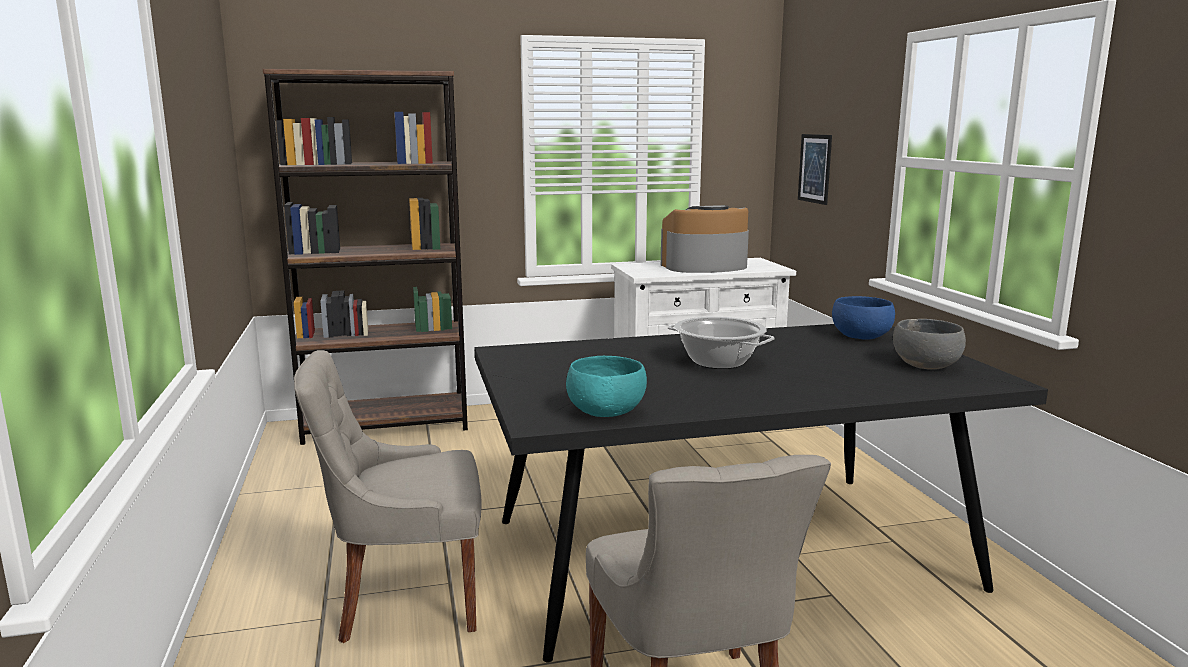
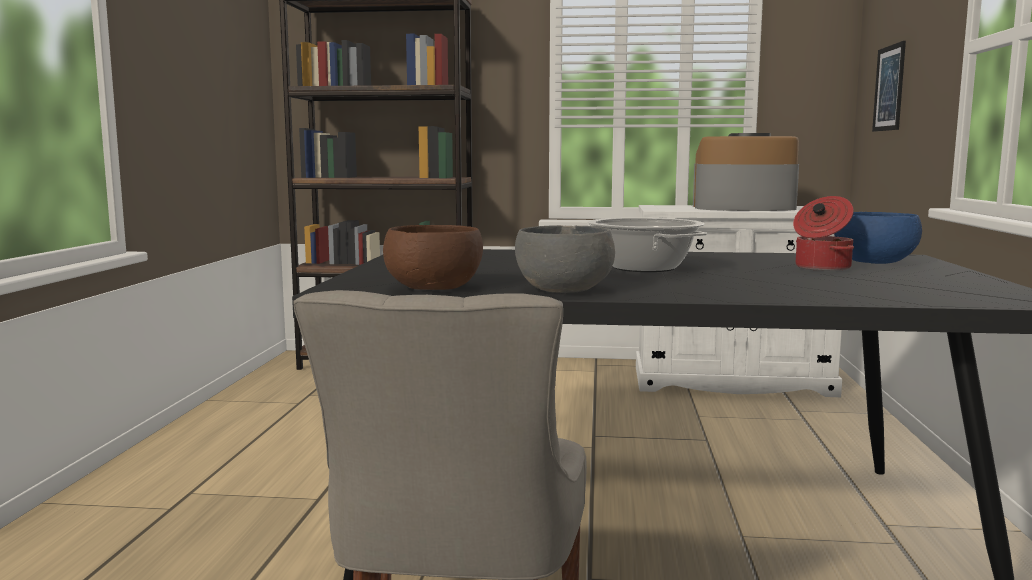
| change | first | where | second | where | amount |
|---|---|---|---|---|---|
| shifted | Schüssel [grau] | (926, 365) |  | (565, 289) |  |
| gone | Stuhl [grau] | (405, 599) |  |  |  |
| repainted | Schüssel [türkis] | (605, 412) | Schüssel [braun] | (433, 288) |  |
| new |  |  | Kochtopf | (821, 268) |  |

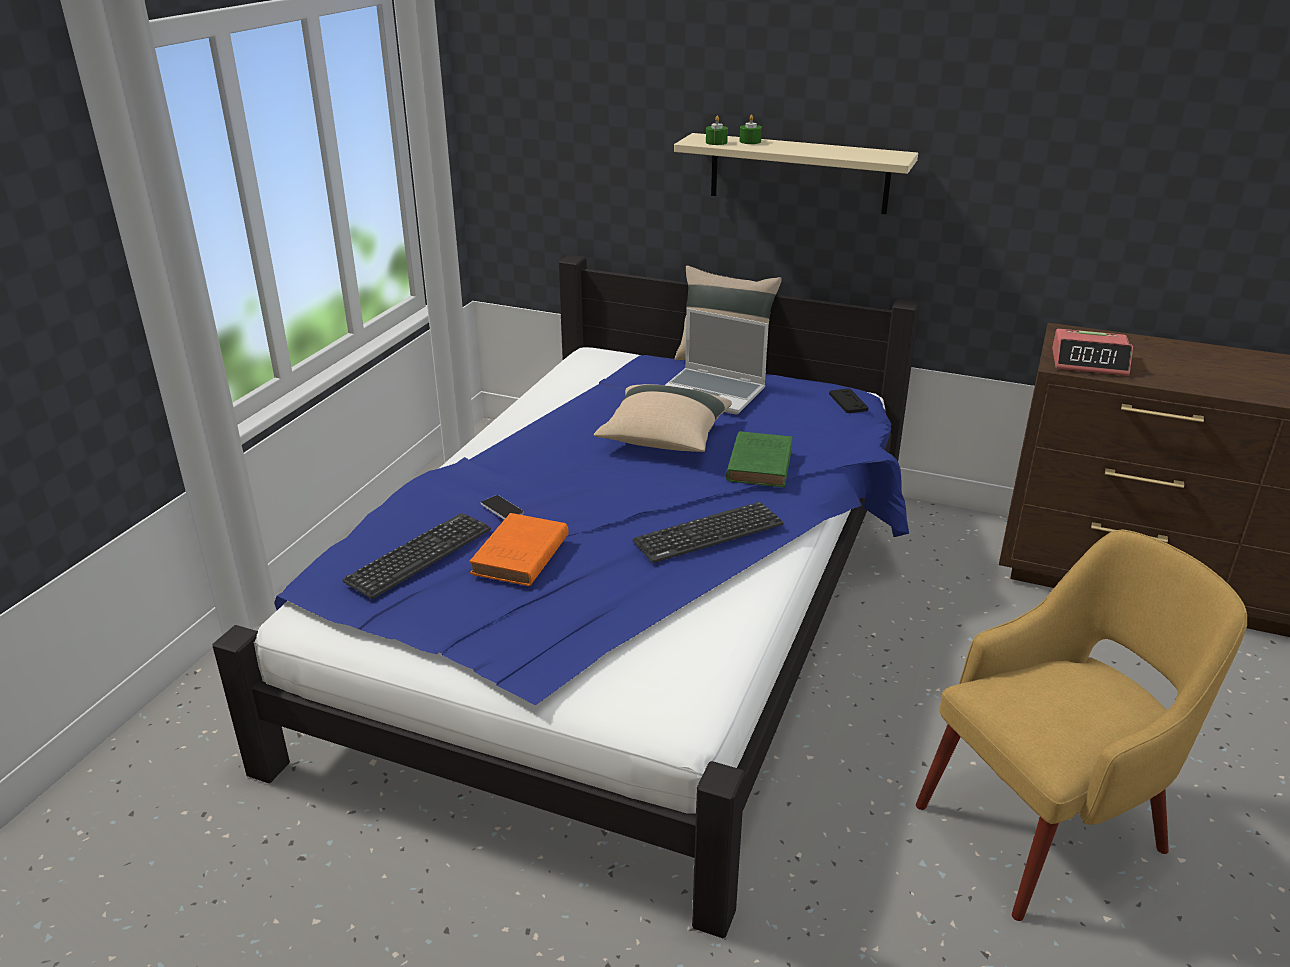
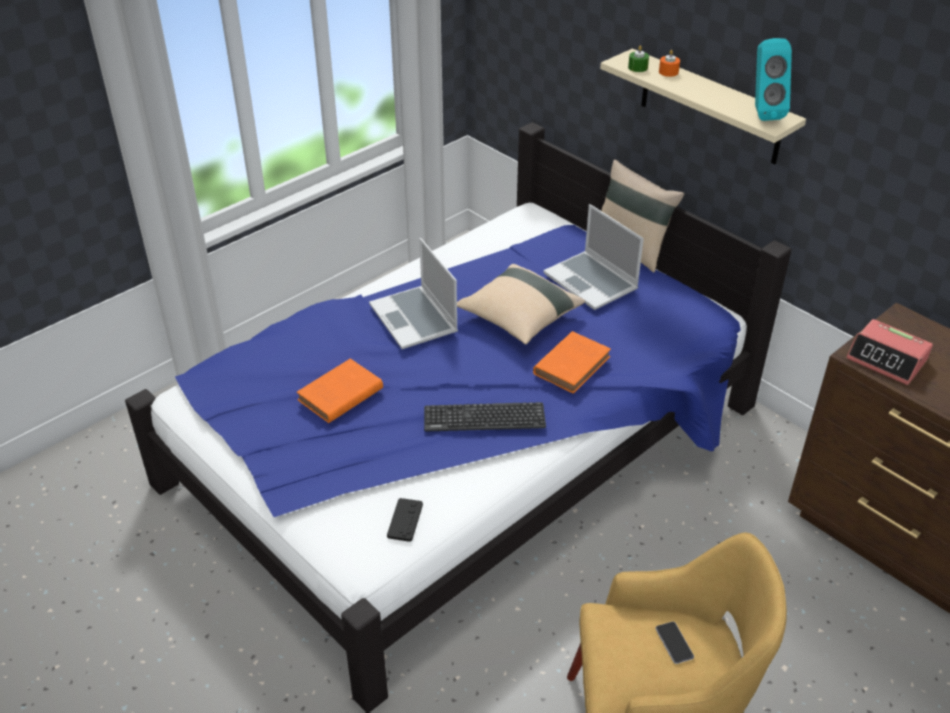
| change | first | where | second | where | amount |
|---|---|---|---|---|---|
| repainted | Kerze [grün] | (750, 141) | Kerze [orange] | (668, 72) |  |
| shifted | Gamepad [schwarz] | (848, 402) |  | (405, 520) |  |
| repainted | Buch [grün] | (760, 463) | Buch [orange] | (573, 364) |  |
| shifted | Handy | (502, 509) |  | (674, 643) |  |
| gone | Tastatur | (419, 555) |  |  |  |
| new |  |  | Lautsprecher [türkis] | (762, 113) |  |
| new |  |  | Laptop | (415, 319) |  |

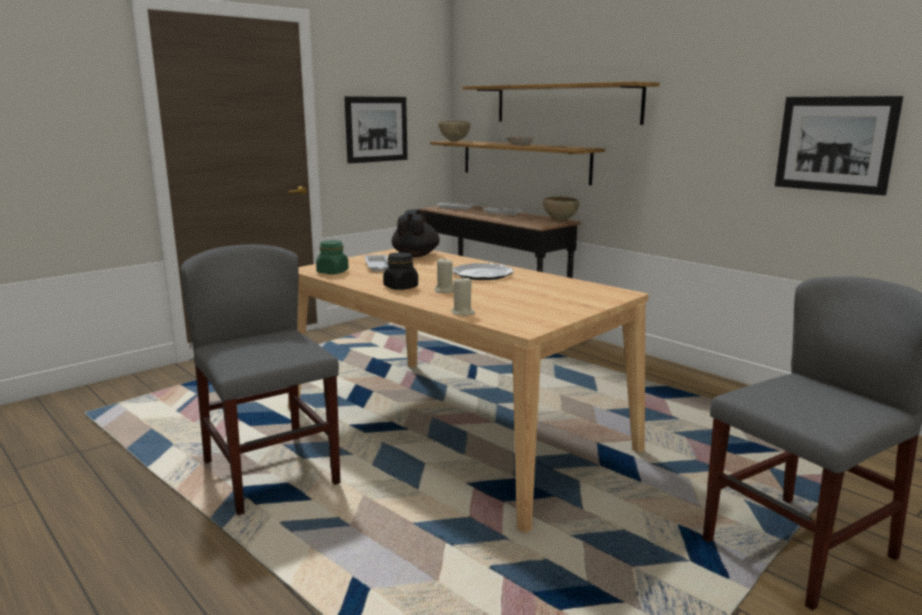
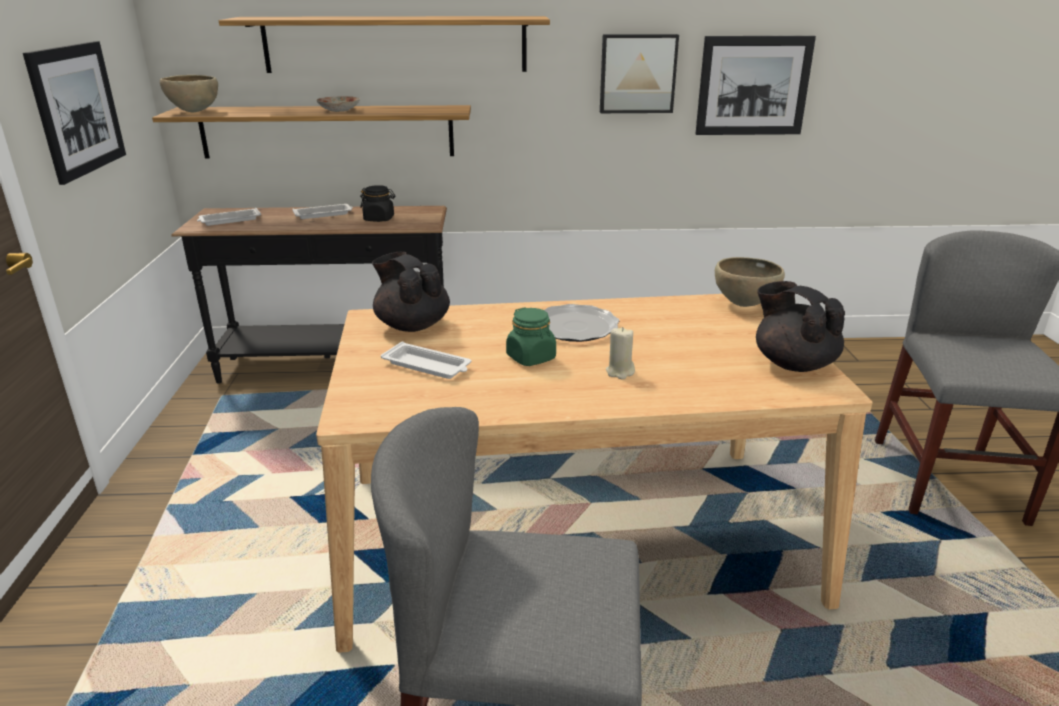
| change | first | where | second | where | amount |
|---|---|---|---|---|---|
| shifted | Schüssel [braun] | (560, 220) |  | (744, 305) |  |
| shifted | Vorratsglas [grün] | (332, 272) |  | (531, 358) |  |
| shifted | Vorratsglas [schwarz] | (401, 287) |  | (379, 219) |  |
| gone | Kerze [beige] | (463, 313) |  |  |  |
| new |  |  | Bild | (637, 73) |  |
| new |  |  | Teekanne [schwarz] | (793, 363) |  |

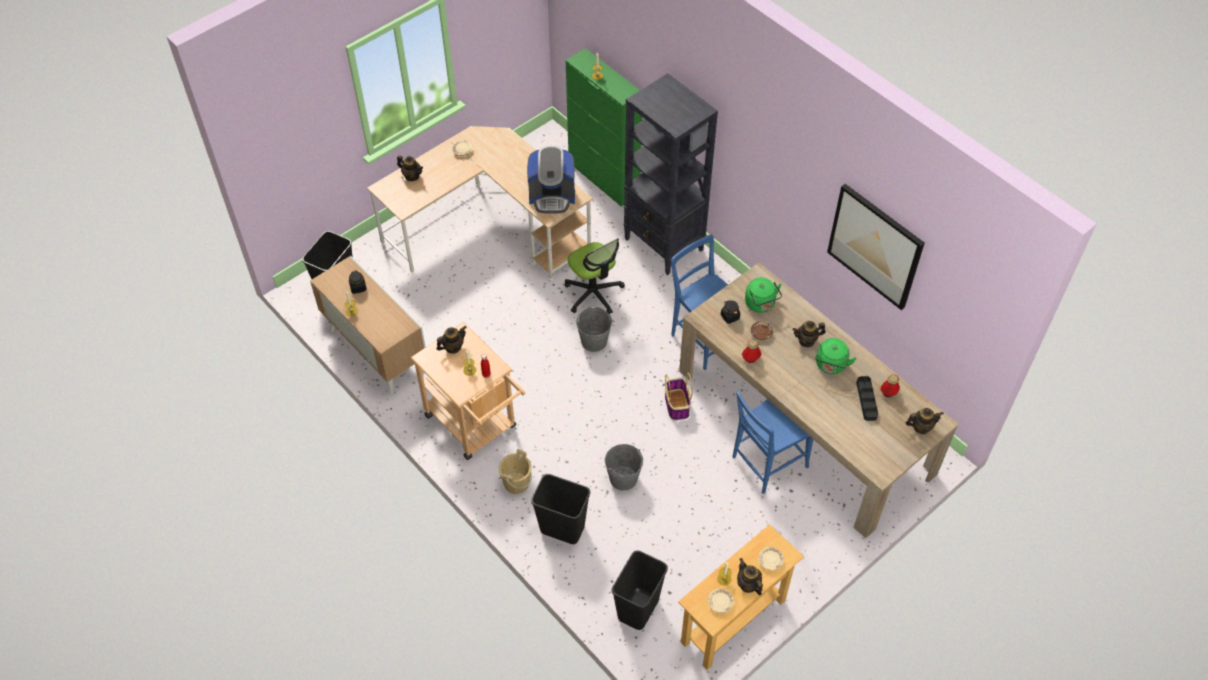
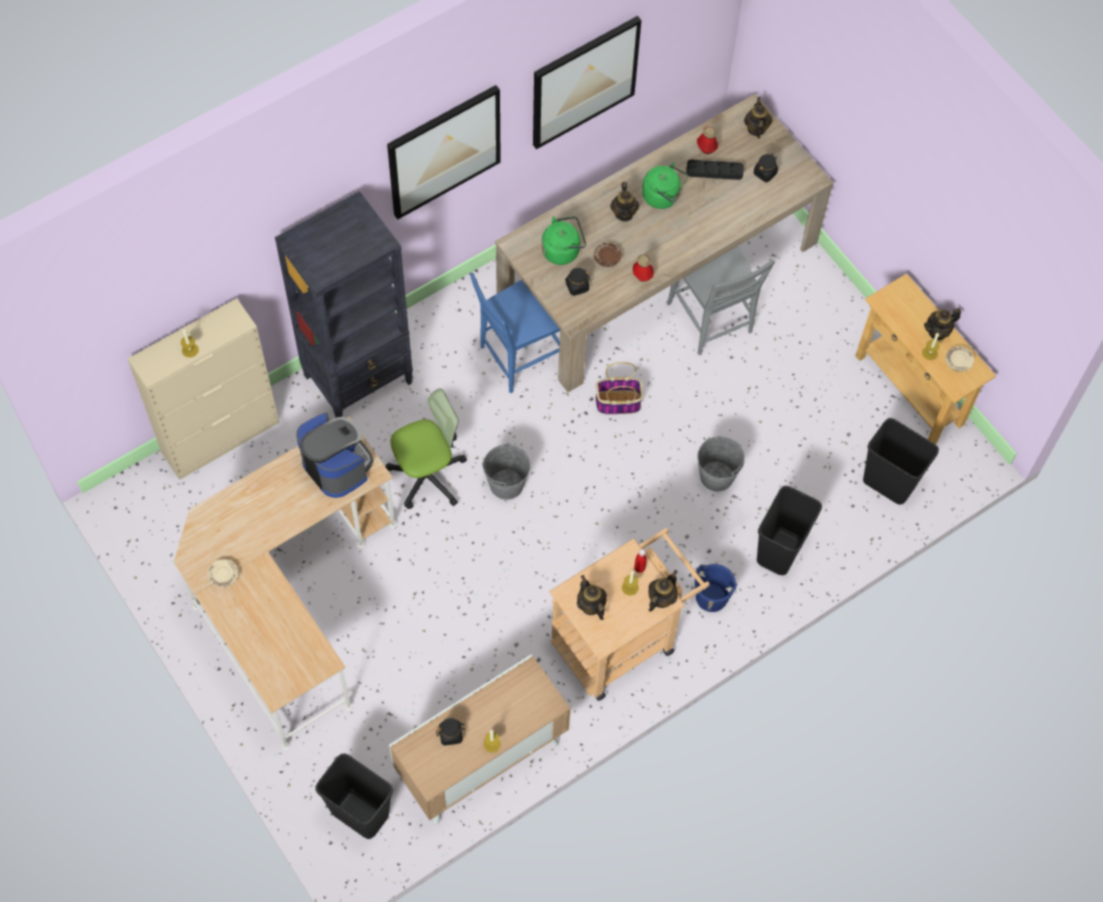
| change | first | where | second | where | amount |
|---|---|---|---|---|---|
| repainted | Schrank [grün] | (604, 178) | Schrank [beige] | (221, 437) |  |
| rotated | Kaffeemaschine | (552, 196) |  | (337, 466) | 45 degrees counterclockwise |
| shifted | Teekanne | (412, 176) |  | (661, 598) |  |
| repainted | Stuhl [blau] | (766, 463) | Stuhl [grau] | (711, 321) |  |
| repainted | Eimer [beige] | (516, 483) | Eimer [blau] | (711, 597) |  |
| gone | Teller [beige] | (770, 561) |  |  |  |
| new |  |  | Bild | (444, 151) |  |
| new |  |  | Vorratsglas [schwarz] | (765, 173) |  |

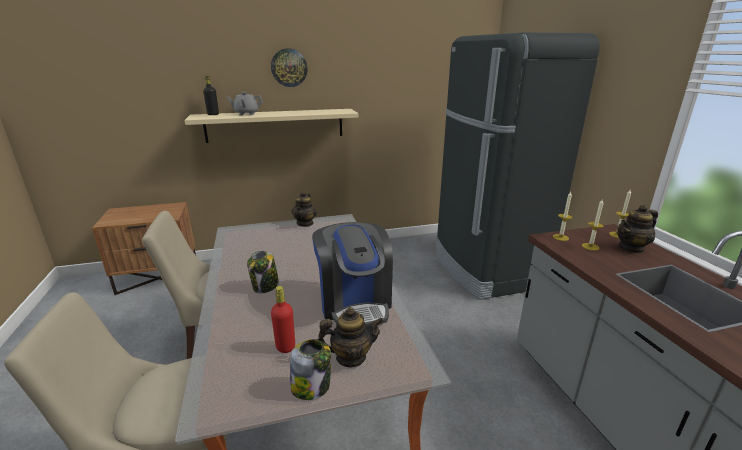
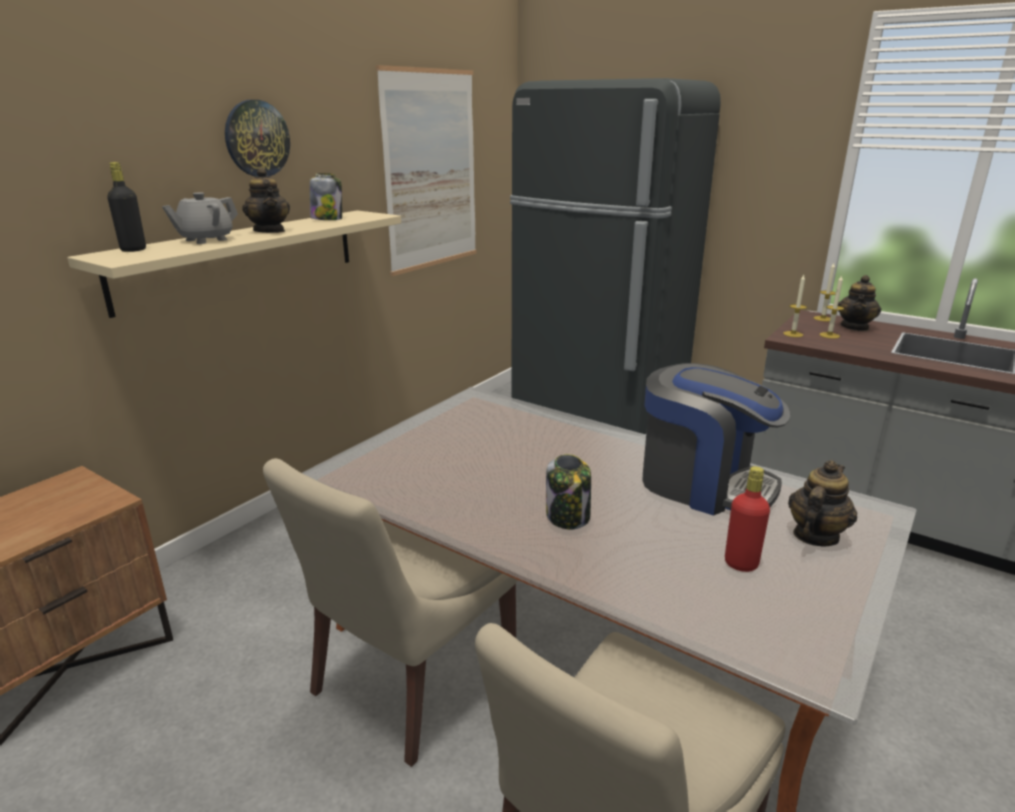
| change | first | where | second | where | amount |
|---|---|---|---|---|---|
| shifted | Teekanne | (305, 223) |  | (270, 231) |  |
| shifted | Vorratsglas | (311, 386) |  | (327, 219) |  |
| new |  |  | Bild | (431, 171) |  |

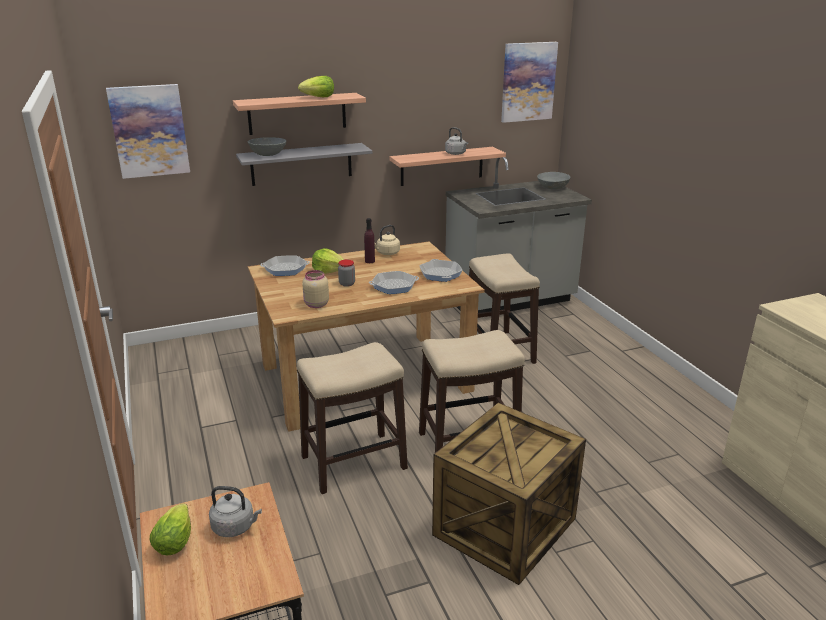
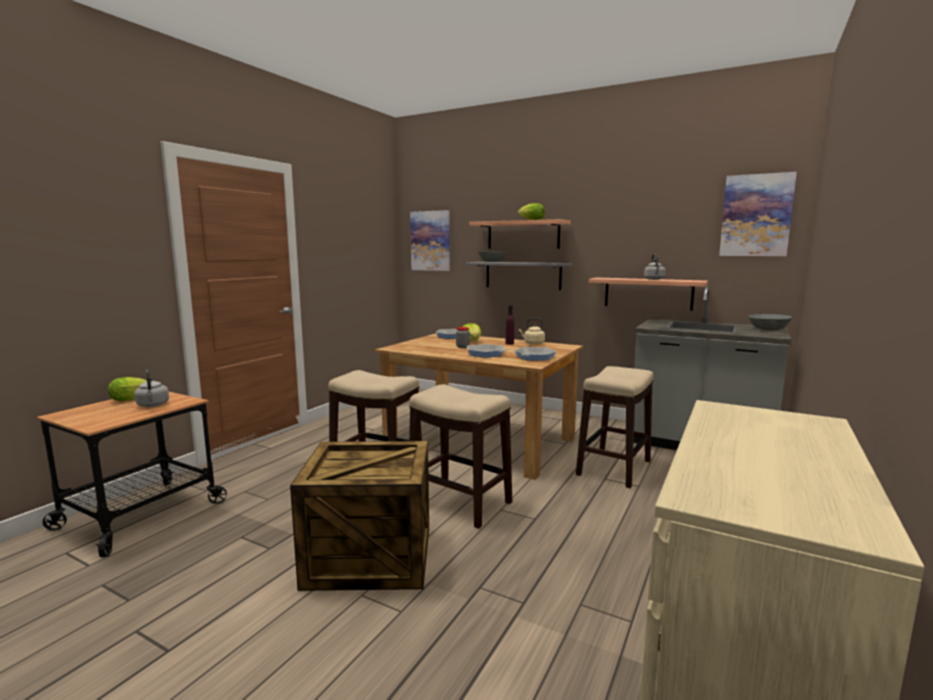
| change | first | where | second | where | amount |
|---|---|---|---|---|---|
| gone | Vorratsglas [beige] | (315, 305) |  |  |  |

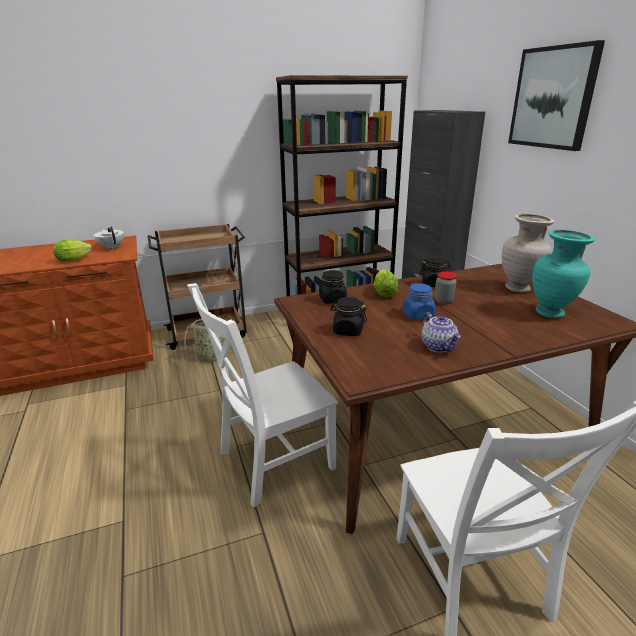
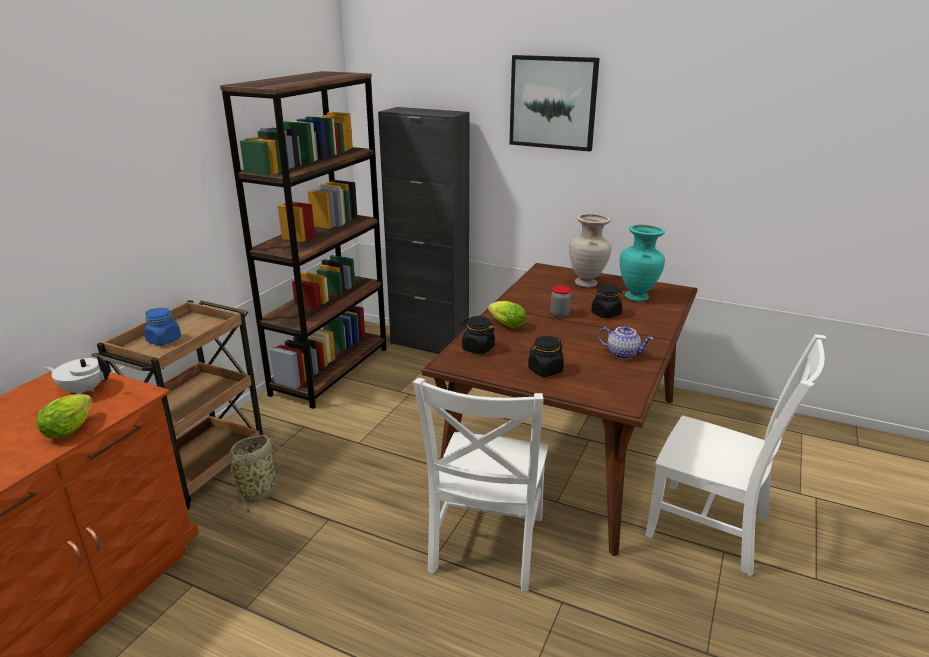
| change | first | where | second | where | amount |
|---|---|---|---|---|---|
| shifted | Vorratsglas [schwarz] | (433, 284) |  | (606, 313) |  |
| shifted | Vorratsglas [blau] | (418, 315) |  | (164, 340) |  |

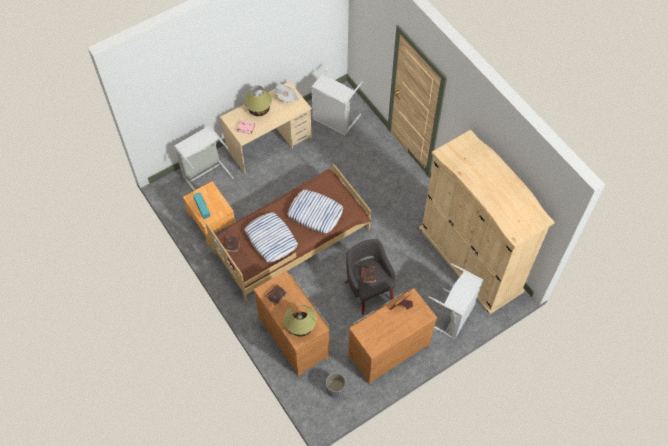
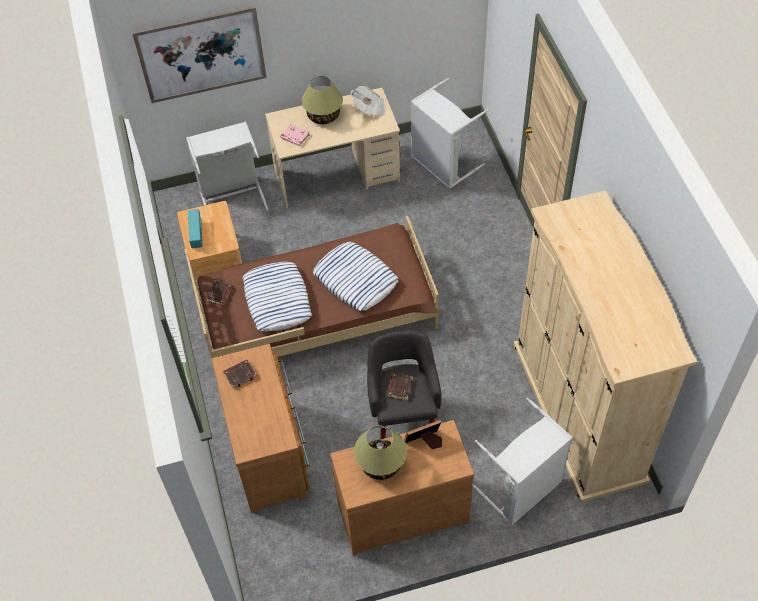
| change | first | where | second | where | amount |
|---|---|---|---|---|---|
| shifted | Tischlampe | (301, 326) |  | (381, 464) |  |
| gone | Pflanzkübel [grau] | (335, 389) |  |  |  |
| new |  |  | Bild | (201, 55) |  |

